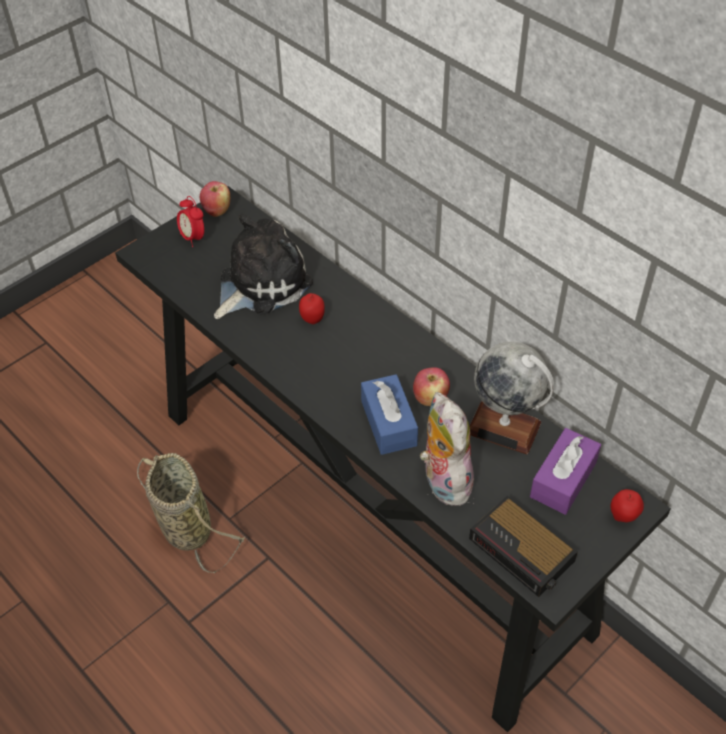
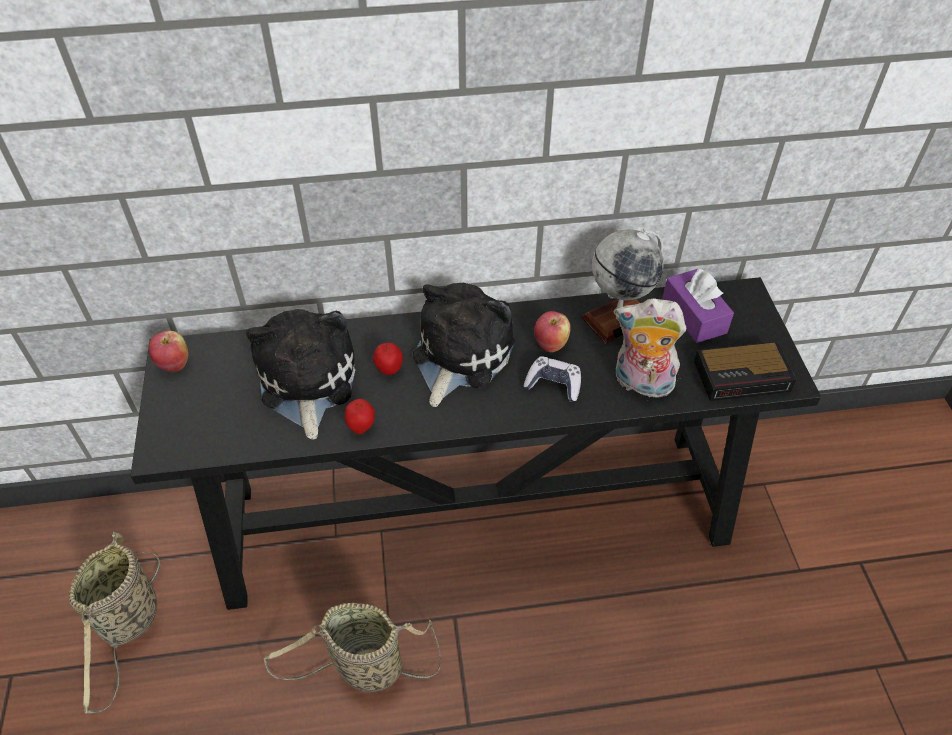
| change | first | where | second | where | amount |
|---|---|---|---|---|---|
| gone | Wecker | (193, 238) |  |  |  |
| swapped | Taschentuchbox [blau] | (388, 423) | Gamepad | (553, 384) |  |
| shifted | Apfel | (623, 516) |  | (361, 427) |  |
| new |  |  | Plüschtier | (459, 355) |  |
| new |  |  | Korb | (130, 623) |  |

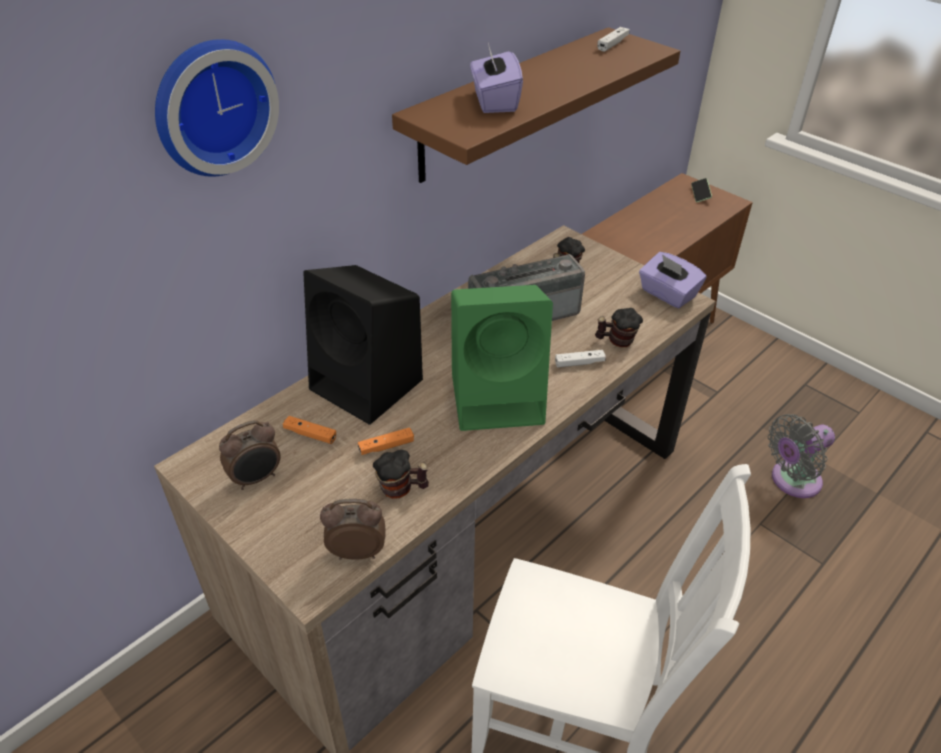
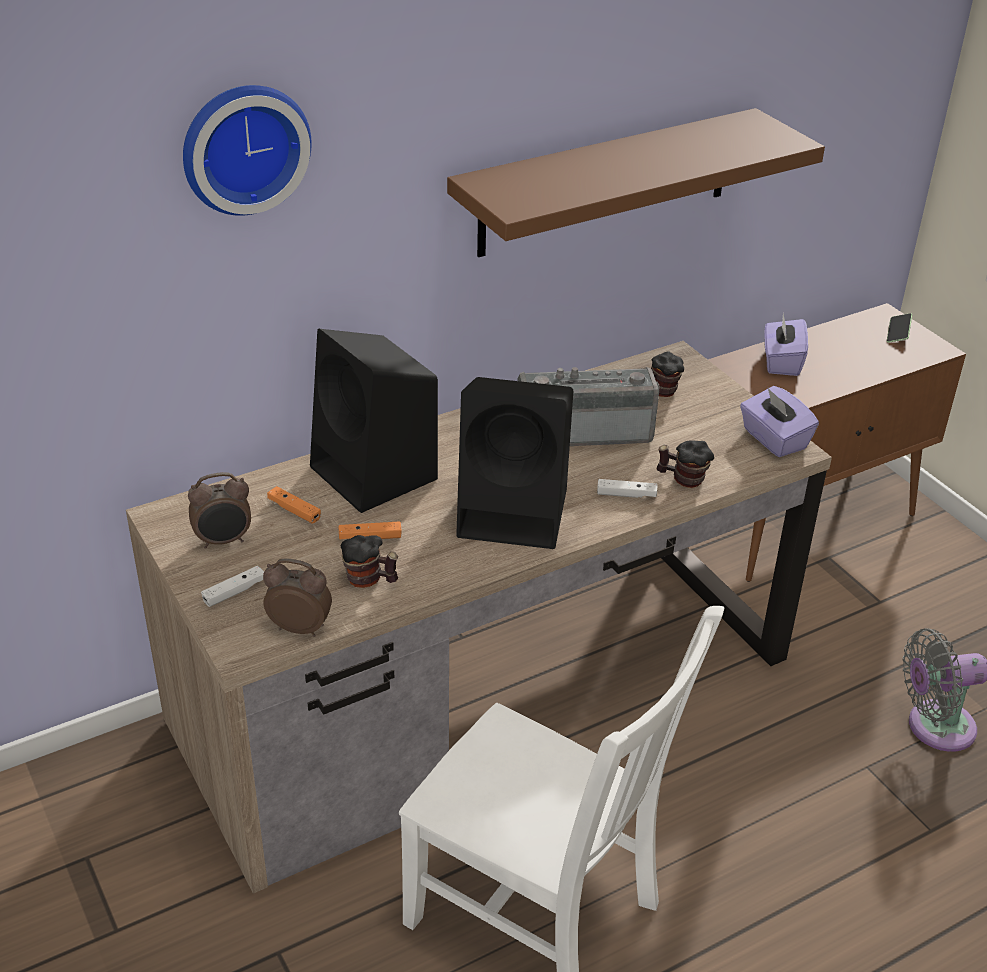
| change | first | where | second | where | amount |
|---|---|---|---|---|---|
| shifted | Gamepad [weiß] | (612, 44) |  | (234, 592) |  |
| shifted | Taschentuchbox [lila] | (494, 101) |  | (781, 362) |  |
| repainted | Lautsprecher [grün] | (499, 397) | Lautsprecher [schwarz] | (516, 513) |  |

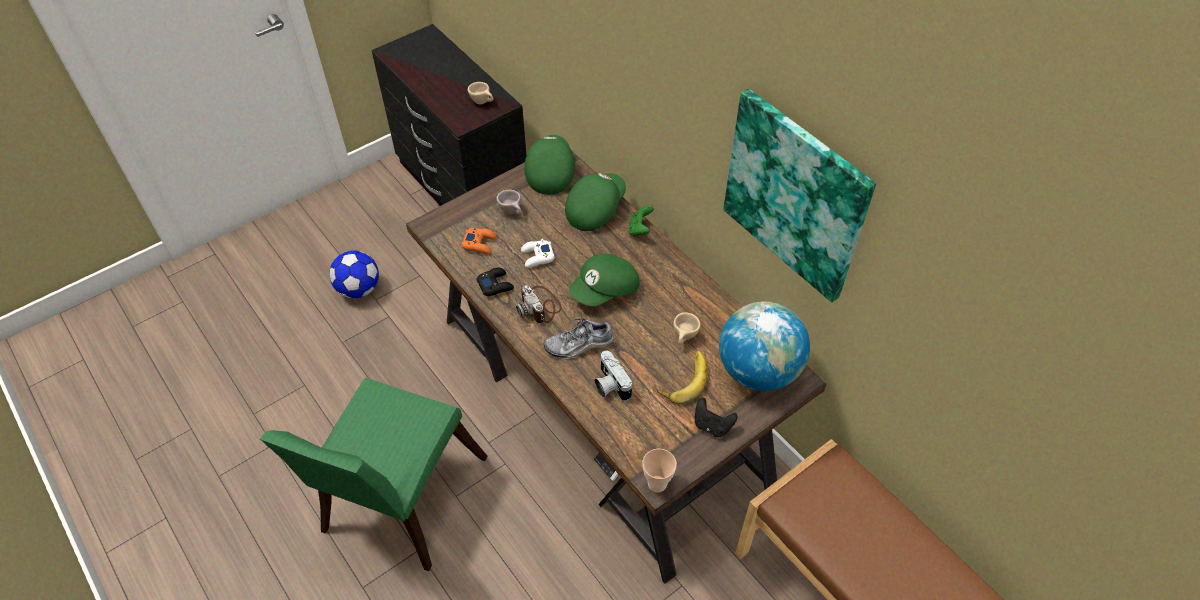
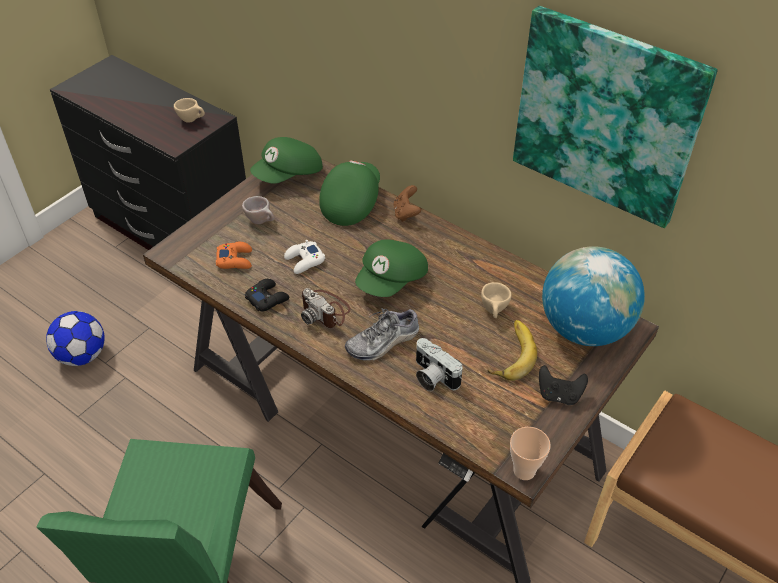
| change | first | where | second | where | amount |
|---|---|---|---|---|---|
| rotated | Kappe [grün] | (550, 172) |  | (289, 175) | 120 degrees counterclockwise |
| repainted | Gamepad [grün] | (640, 229) | Gamepad [braun] | (406, 213) |  |

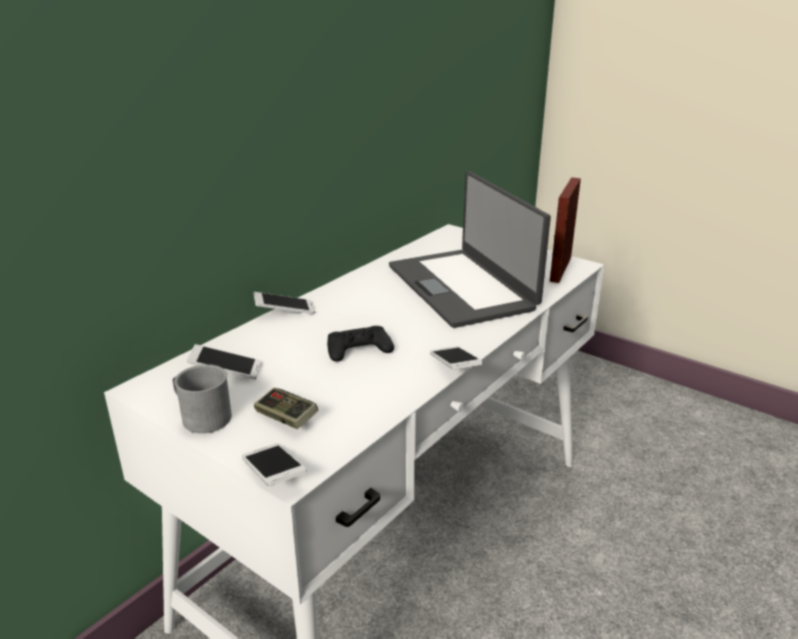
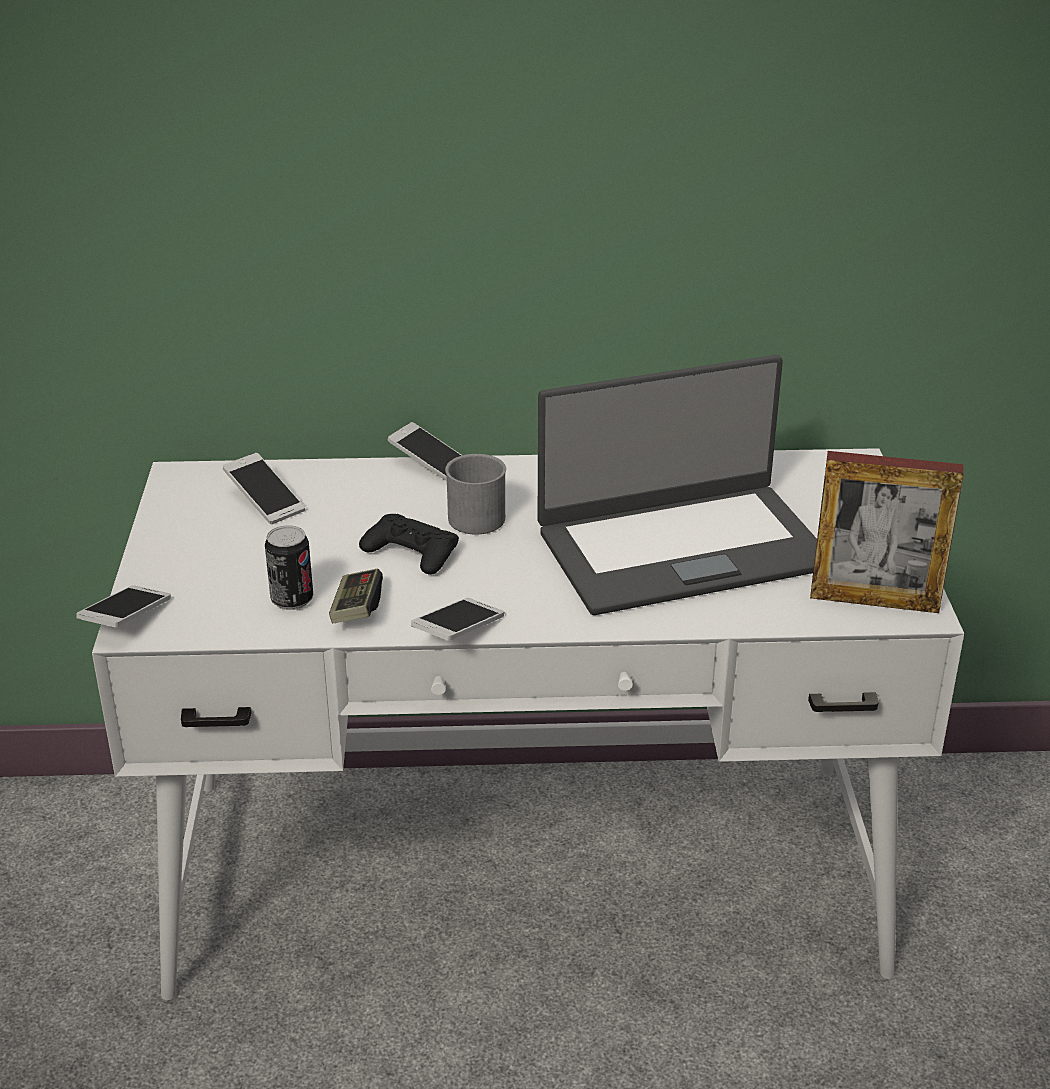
| change | first | where | second | where | amount |
|---|---|---|---|---|---|
| rotated | Laptop | (462, 287) |  | (681, 548) | 135 degrees counterclockwise |
| rotated | Bilderrahmen | (560, 269) |  | (874, 600) | 150 degrees counterclockwise |
| shifted | Henkelbecher [grau] | (201, 416) |  | (476, 514) |  |
| shifted | Gamepad | (286, 418) |  | (356, 609) |  |
| new |  |  | Dose | (292, 600) |  |

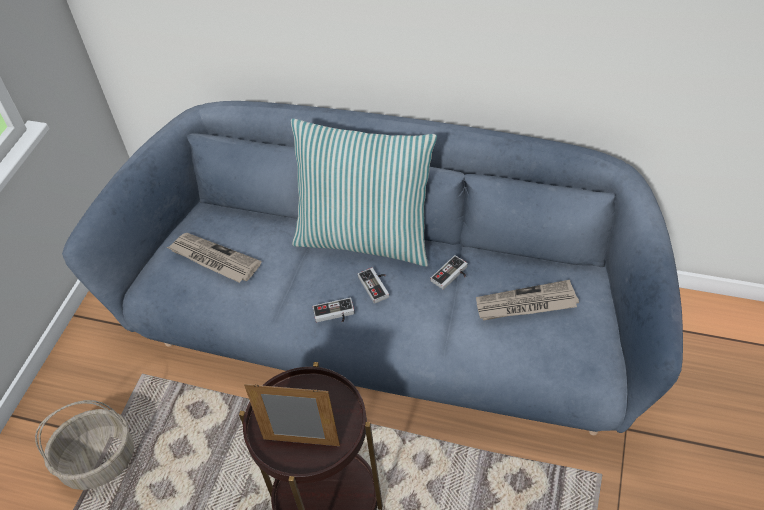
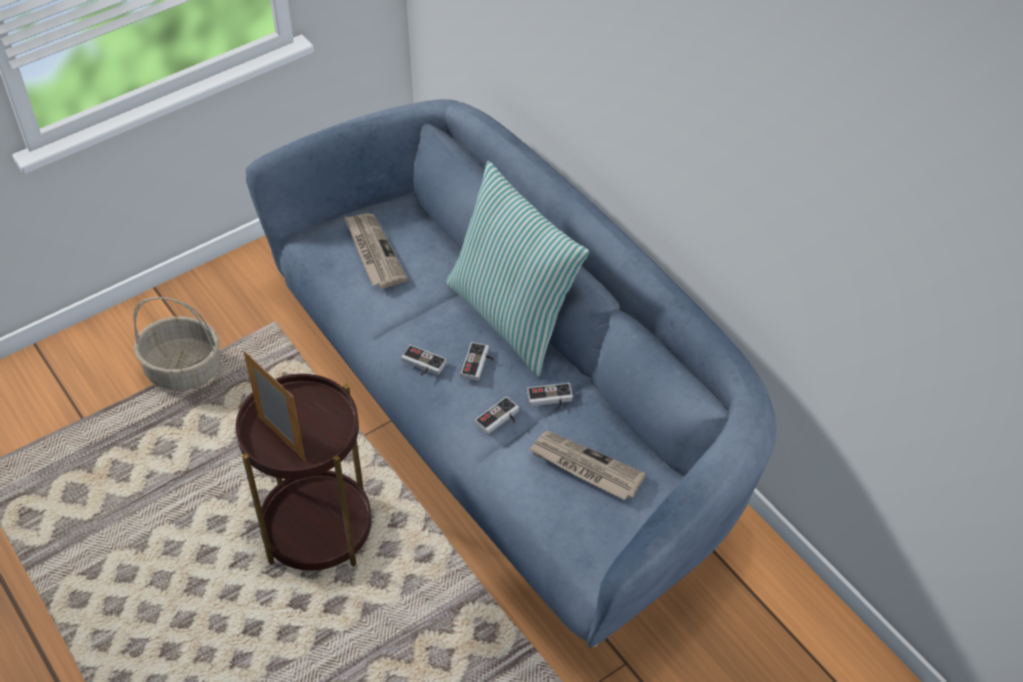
| change | first | where | second | where | amount |
|---|---|---|---|---|---|
| new |  |  | Gamepad | (500, 420) |  |

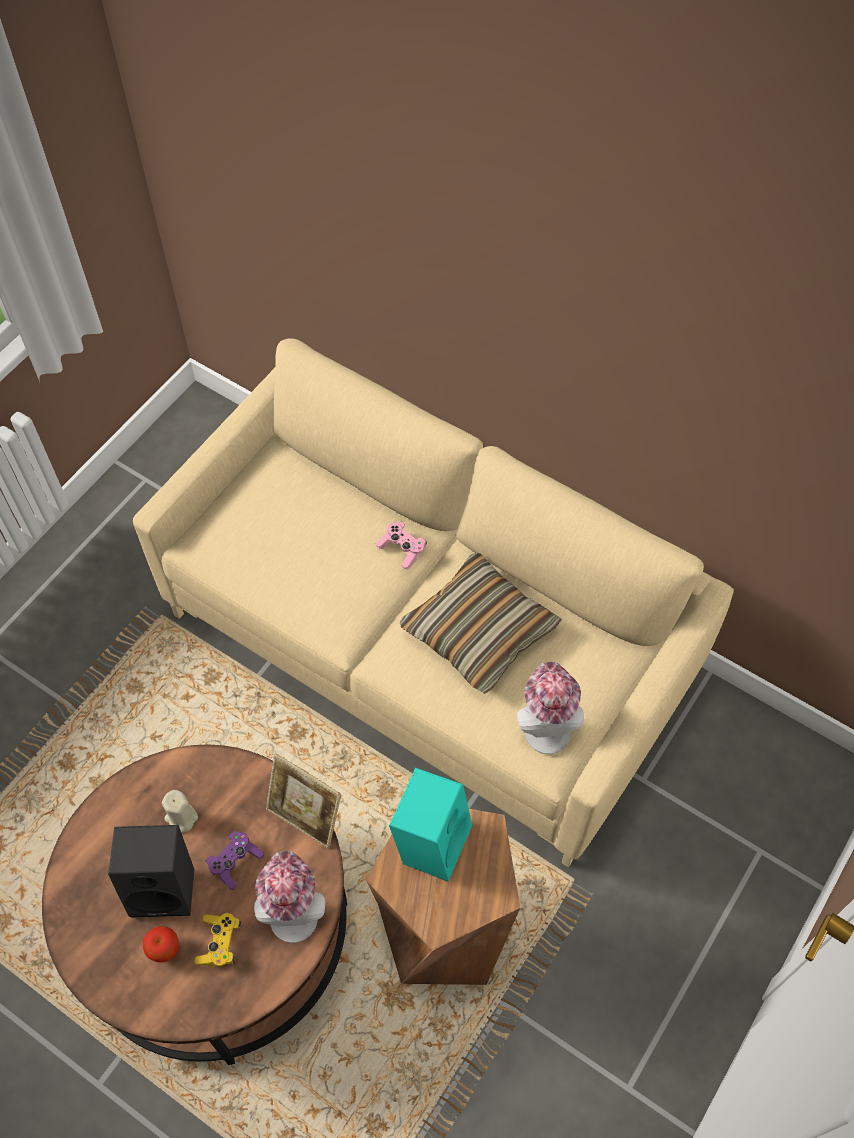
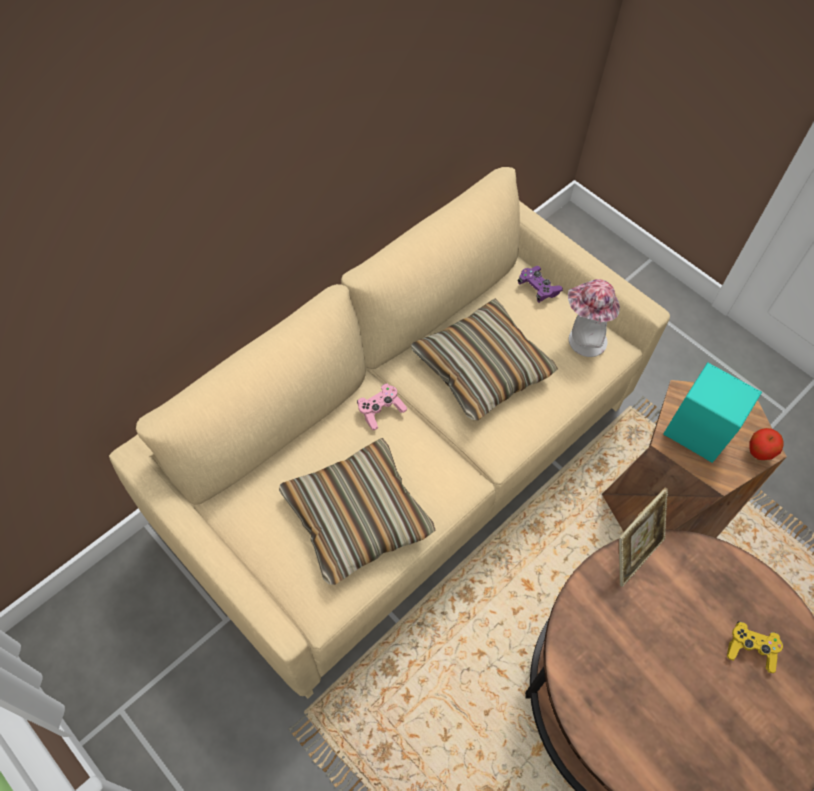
| change | first | where | second | where | amount |
|---|---|---|---|---|---|
| gone | Kerze [beige] | (181, 817) |  |  |  |
| gone | Lautsprecher [schwarz] | (165, 886) |  |  |  |
| shifted | Gamepad [lila] | (235, 862) |  | (538, 288) |  |
| gone | Hut | (293, 911) |  |  |  |
| shifted | Apfel | (165, 950) |  | (758, 453) |  |
| new |  |  | Kissen | (357, 517) |  |

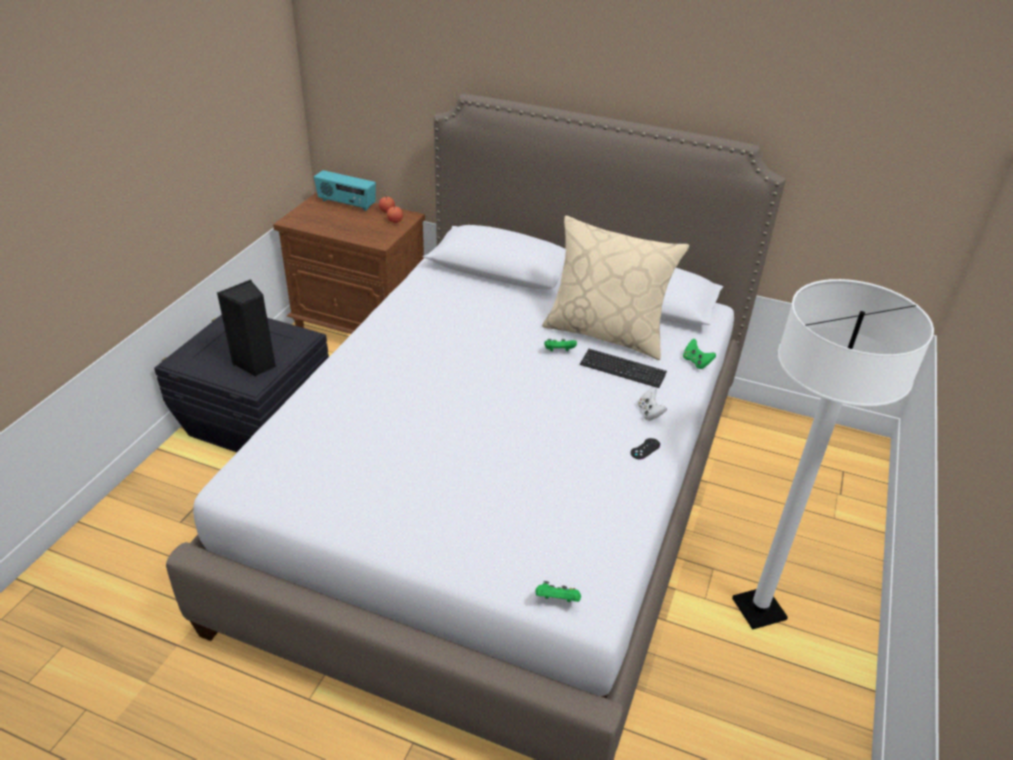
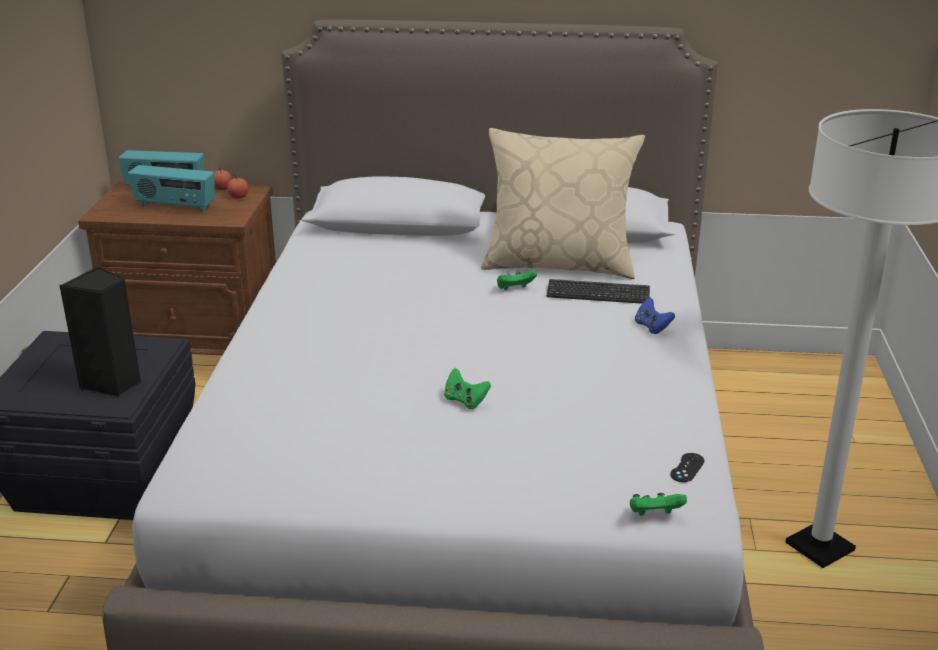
| change | first | where | second | where | amount |
|---|---|---|---|---|---|
| shifted | Gamepad [grün] | (696, 362) |  | (465, 401) |  |
| repainted | Gamepad [weiß] | (649, 412) | Gamepad [blau] | (652, 327) |  |
| shifted | Gamepad [schwarz] | (645, 449) |  | (687, 468) |  |
| new |  |  | Radio | (175, 206) |  |

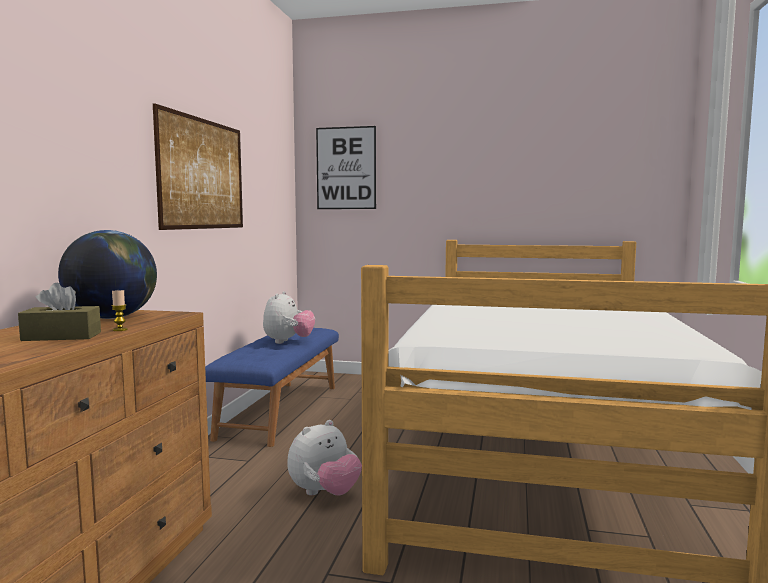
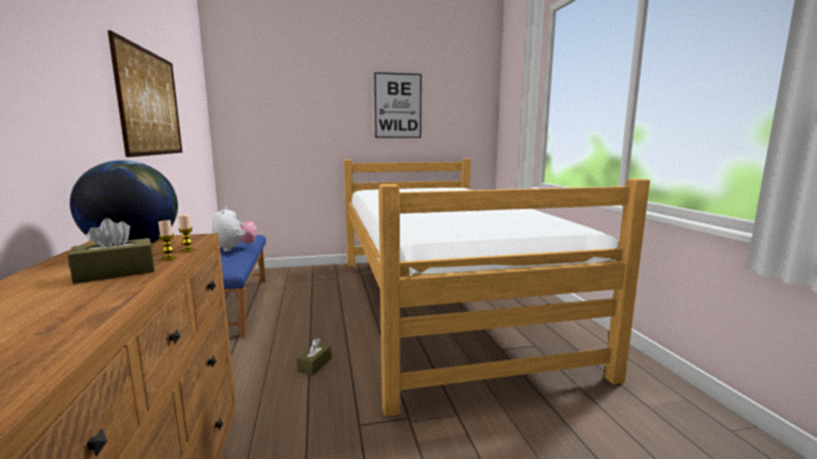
| change | first | where | second | where | amount |
|---|---|---|---|---|---|
| shifted | Bild | (346, 168) |  | (398, 106) |  |
| swapped | Plüschtier | (324, 493) | Taschentuchbox [braun] | (315, 365) |  |
| new |  |  | Kerze | (188, 250) |  |

